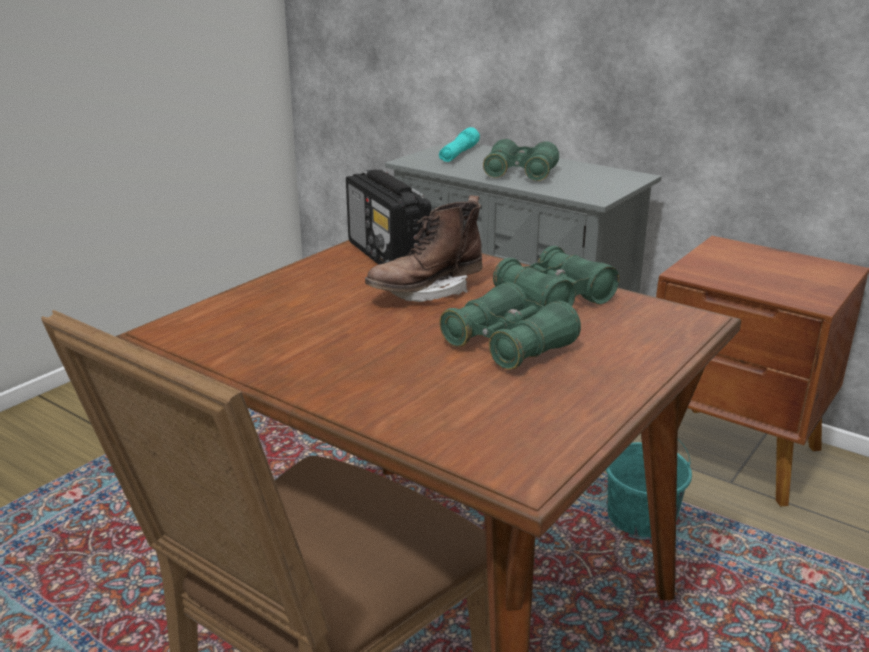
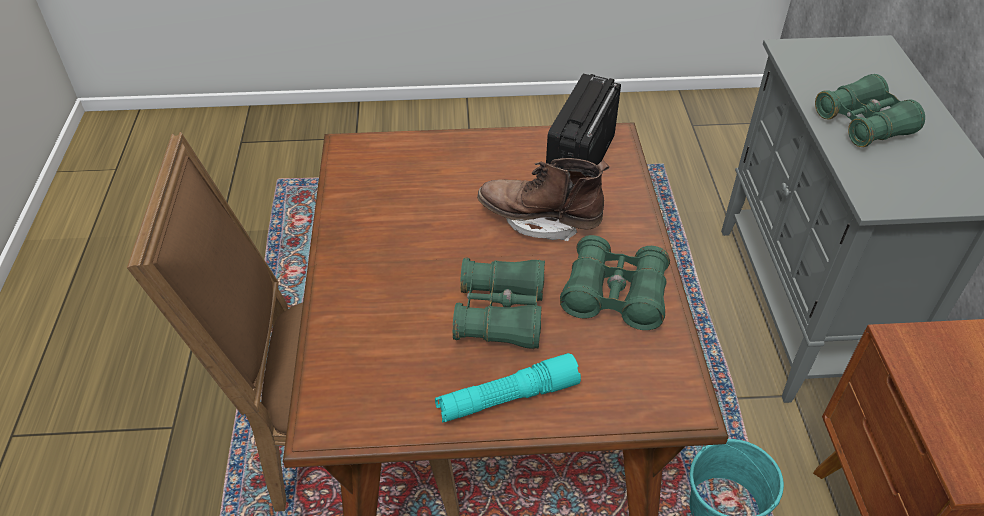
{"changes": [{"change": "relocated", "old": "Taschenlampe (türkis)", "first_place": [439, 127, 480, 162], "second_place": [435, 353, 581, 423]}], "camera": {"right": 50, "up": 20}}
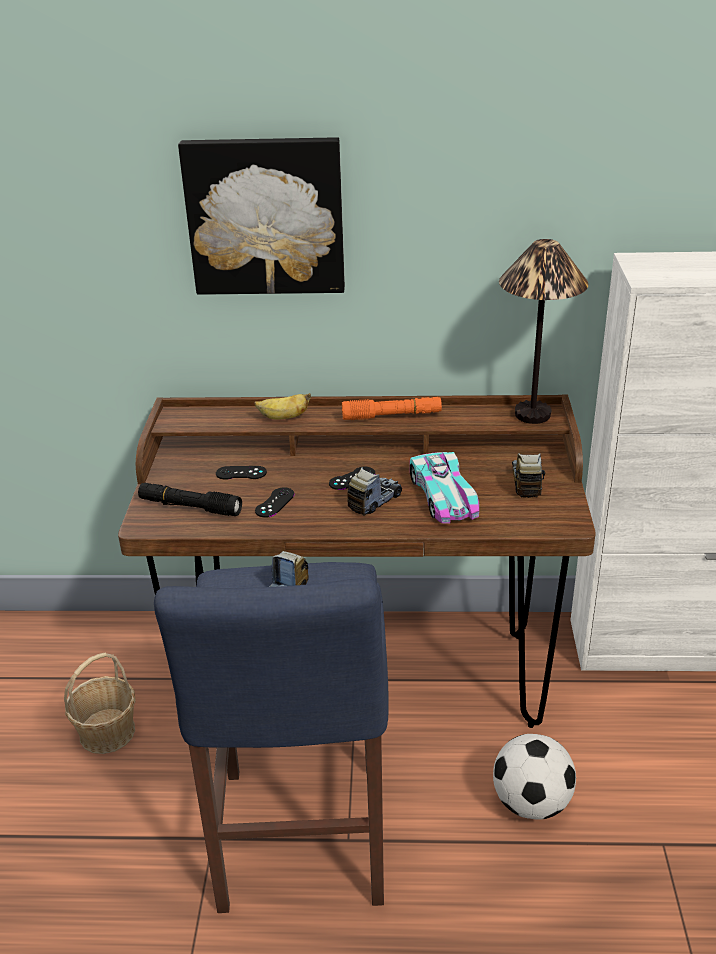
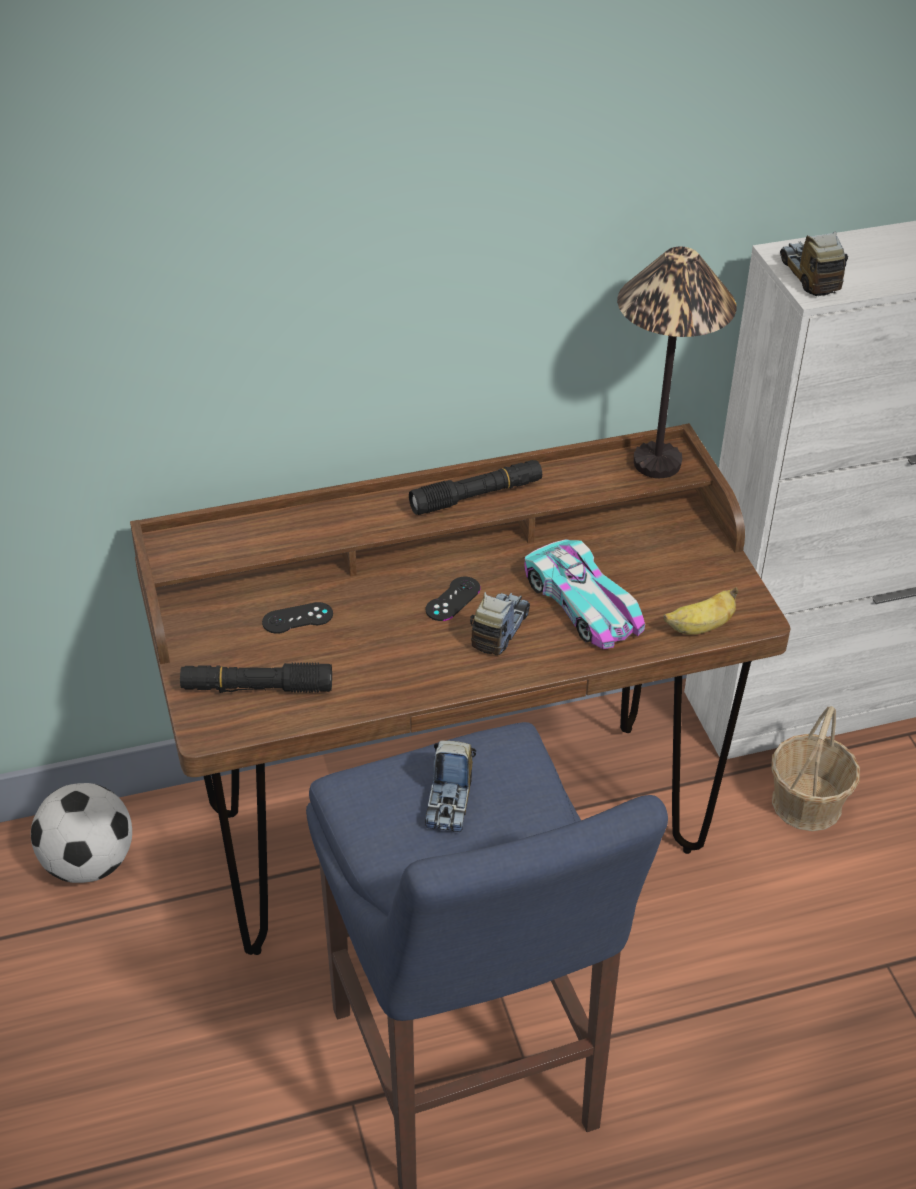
{"changes": [{"change": "missing", "old": "Bild", "first_place": [178, 137, 345, 295]}, {"change": "missing", "old": "Gamepad (schwarz)", "first_place": [255, 487, 295, 518]}, {"change": "relocated", "old": "Korb", "first_place": [64, 653, 136, 754], "second_place": [771, 706, 860, 831]}, {"change": "relocated", "old": "Banane", "first_place": [254, 393, 311, 420], "second_place": [663, 587, 738, 635]}, {"change": "relocated", "old": "Fußball", "first_place": [493, 734, 576, 820], "second_place": [31, 783, 132, 883]}, {"change": "relocated", "old": "Spielzeuglaster", "first_place": [512, 453, 545, 498], "second_place": [780, 231, 848, 296]}, {"change": "colour", "old": "Taschenlampe (orange)", "new": "Taschenlampe (schwarz)", "first_place": [342, 397, 442, 420], "second_place": [409, 460, 542, 515]}], "camera": {"right": -20, "up": 10}}
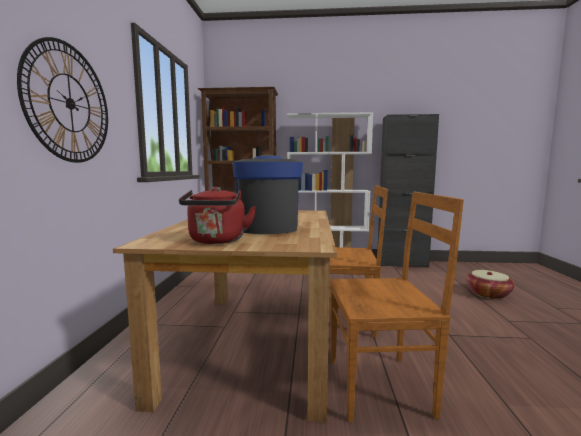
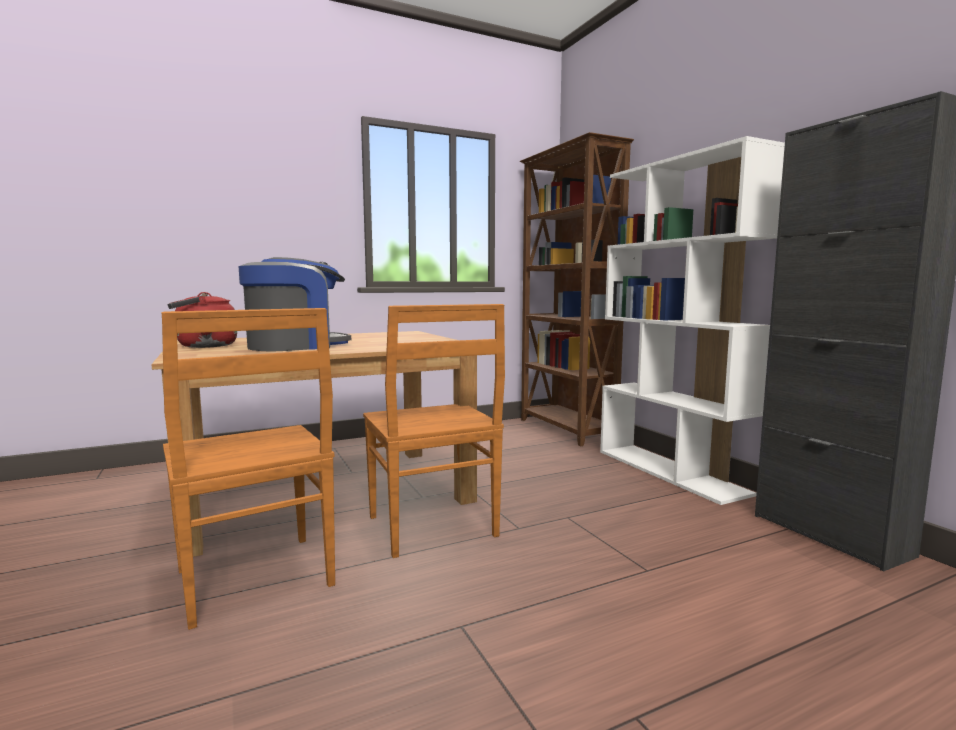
{"changes": [{"change": "missing", "old": "Wanduhr", "first_place": [17, 37, 108, 163]}, {"change": "missing", "old": "Korb", "first_place": [466, 270, 515, 299]}], "camera": {"right": 60, "up": 0}}
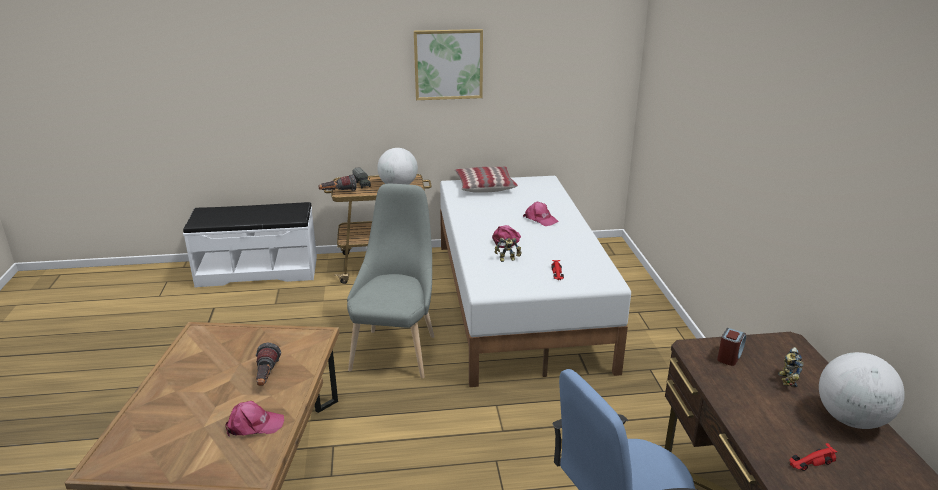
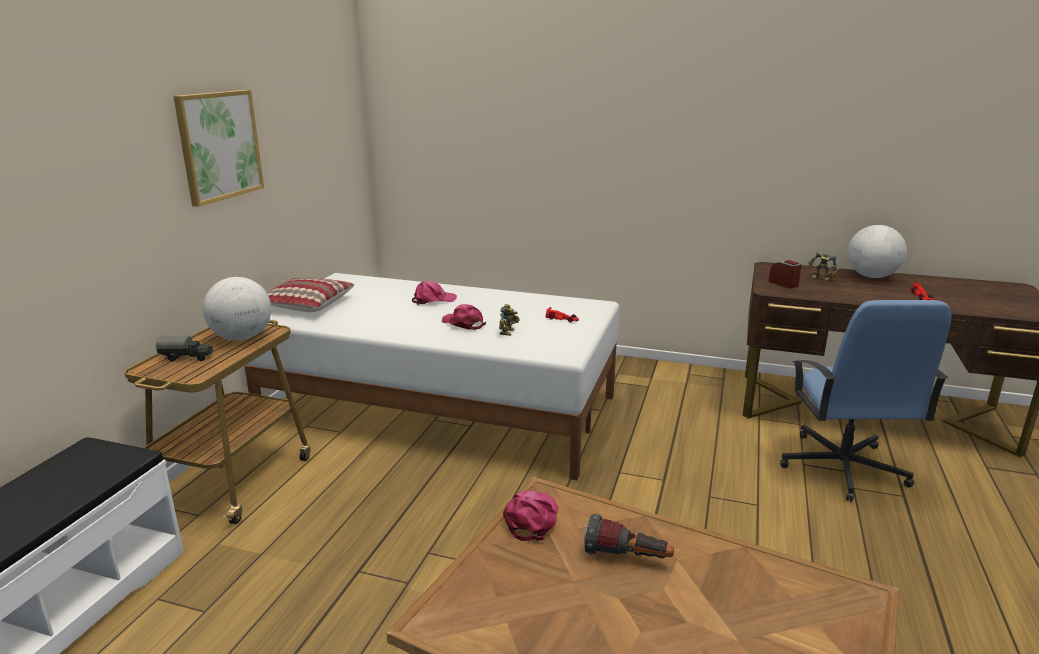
{"changes": [{"change": "missing", "old": "Taschenlampe", "first_place": [318, 174, 357, 191]}, {"change": "missing", "old": "Stuhl (grau)", "first_place": [347, 184, 435, 378]}, {"change": "relocated", "old": "Kappe (rosa)", "first_place": [225, 401, 284, 437], "second_place": [503, 490, 558, 541]}], "camera": {"right": -65, "up": -5}}
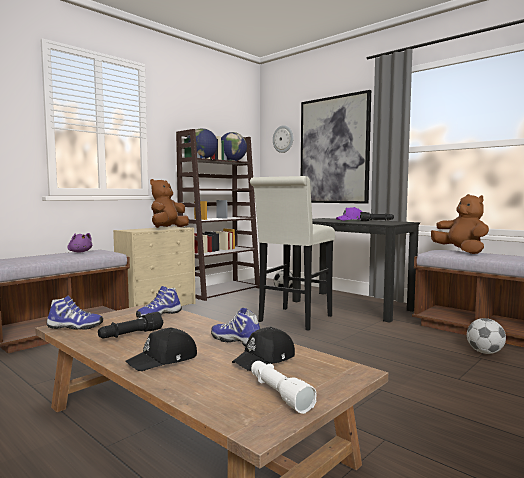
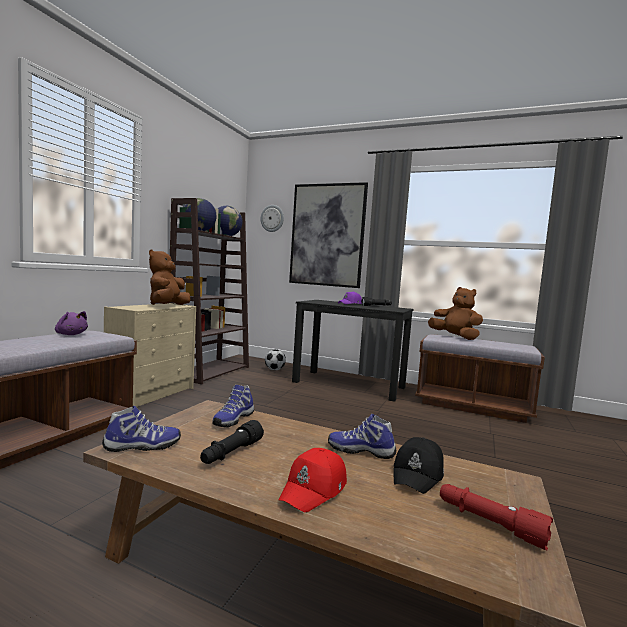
{"changes": [{"change": "missing", "old": "Hocker (weiß)", "first_place": [250, 176, 335, 331]}, {"change": "missing", "old": "Fußball", "first_place": [467, 318, 506, 354]}, {"change": "colour", "old": "Kappe (schwarz)", "new": "Kappe (rot)", "first_place": [125, 327, 197, 371], "second_place": [278, 448, 347, 512]}, {"change": "colour", "old": "Taschenlampe (weiß)", "new": "Taschenlampe (rot)", "first_place": [251, 361, 316, 414], "second_place": [440, 484, 553, 550]}], "camera": {"right": -20, "up": 0}}
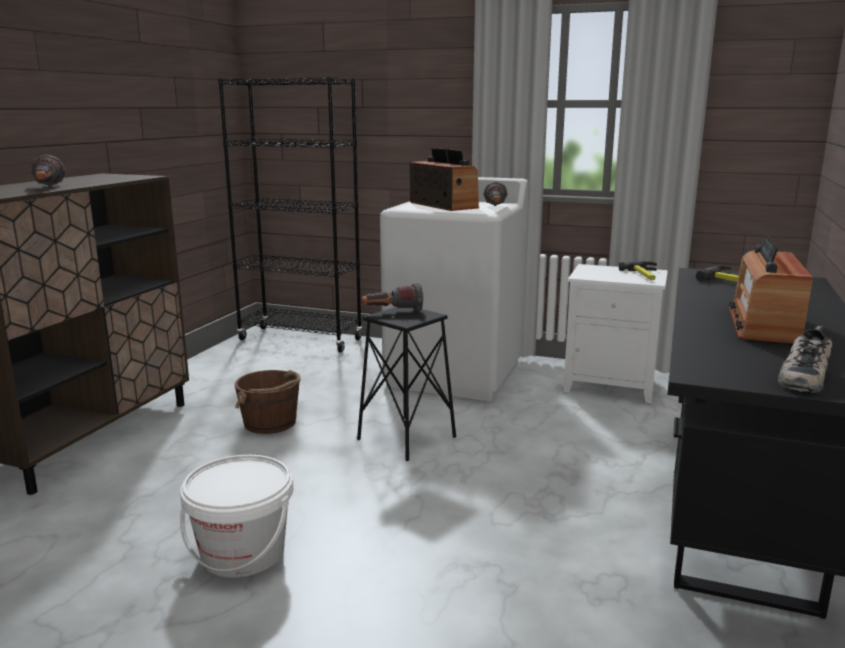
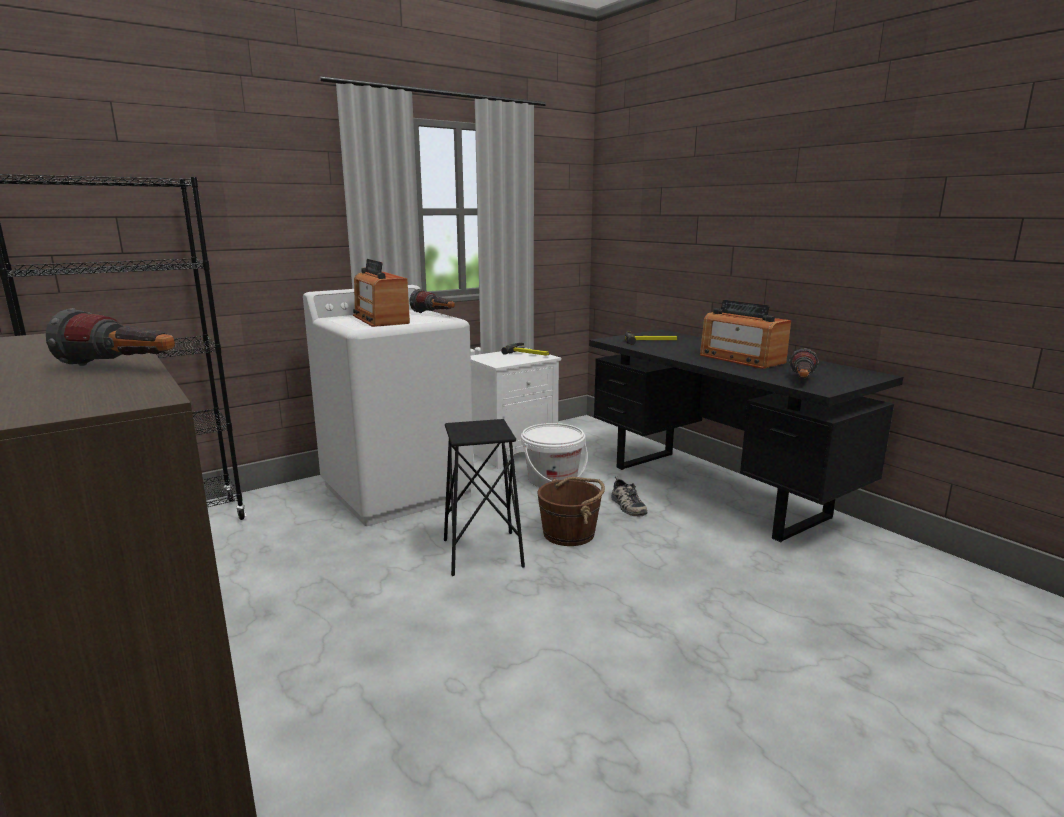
{"changes": [{"change": "relocated", "old": "Eimer (weiß)", "first_place": [180, 455, 293, 578], "second_place": [521, 423, 588, 487]}, {"change": "relocated", "old": "Eimer (braun)", "first_place": [235, 370, 301, 434], "second_place": [538, 477, 605, 546]}, {"change": "relocated", "old": "Taschenlampe", "first_place": [361, 283, 424, 311], "second_place": [789, 348, 819, 378]}, {"change": "relocated", "old": "Schuh", "first_place": [777, 326, 832, 393], "second_place": [611, 476, 647, 517]}, {"change": "spun", "old": "Radio", "first_place": [410, 148, 479, 211], "second_place": [353, 259, 410, 327], "degrees": -120}], "camera": {"right": -55, "up": 0}}
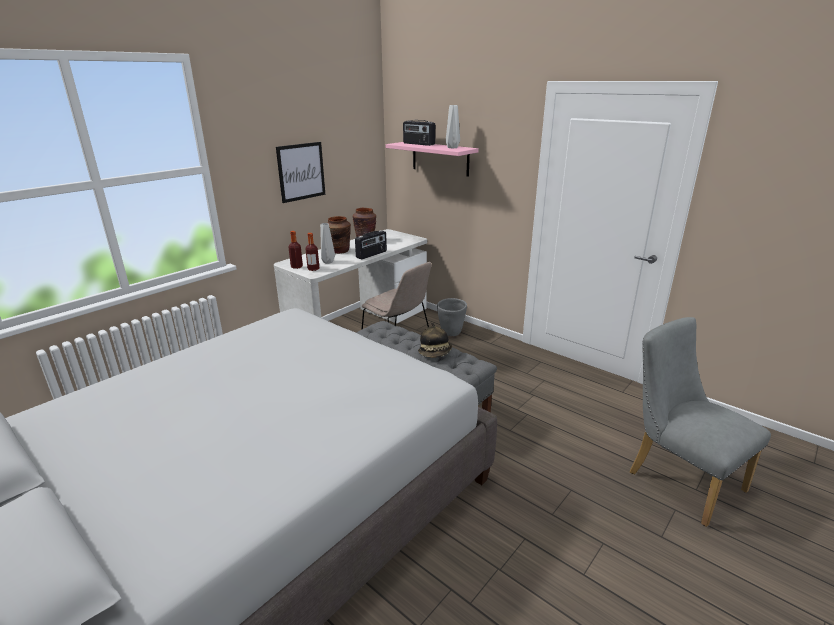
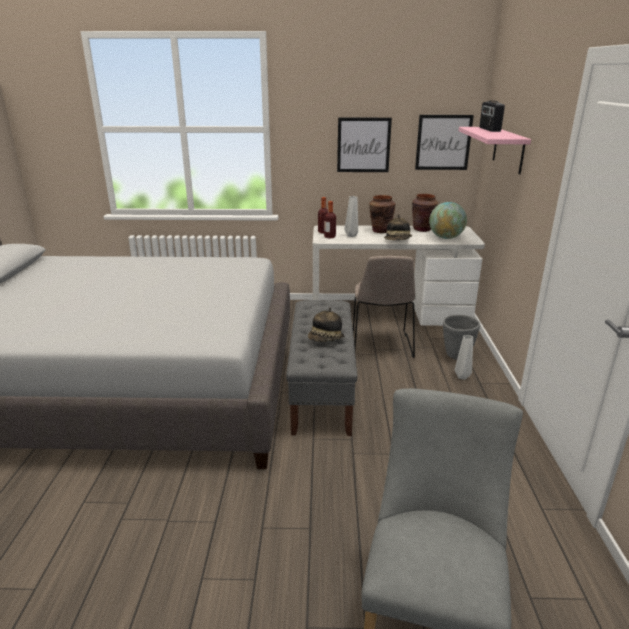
{"changes": [{"change": "appeared", "new": "Bild", "second_place": [415, 115, 474, 170]}, {"change": "appeared", "new": "Globus", "second_place": [429, 202, 467, 239]}, {"change": "relocated", "old": "Vase (grau)", "first_place": [446, 105, 460, 148], "second_place": [455, 335, 473, 380]}, {"change": "exchanged", "old": "Radio", "new": "Hut", "first_place": [355, 230, 387, 259], "second_place": [384, 214, 413, 240]}], "camera": {"right": 50, "up": 0}}
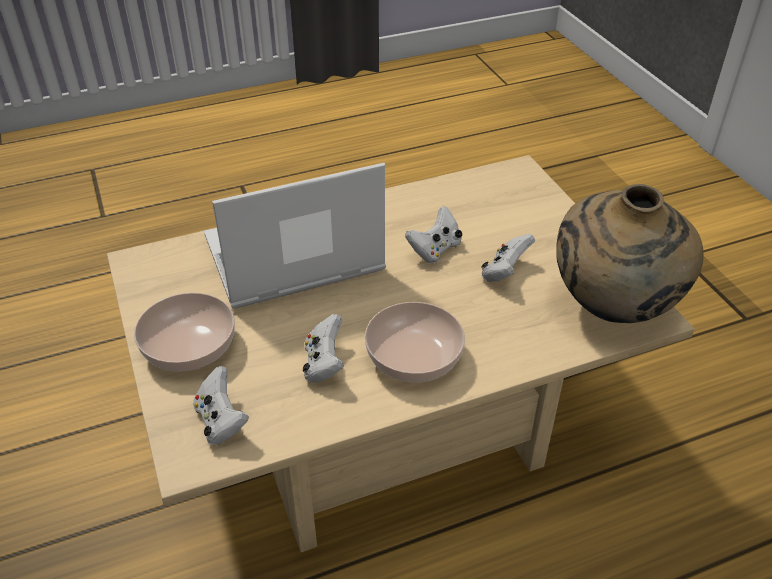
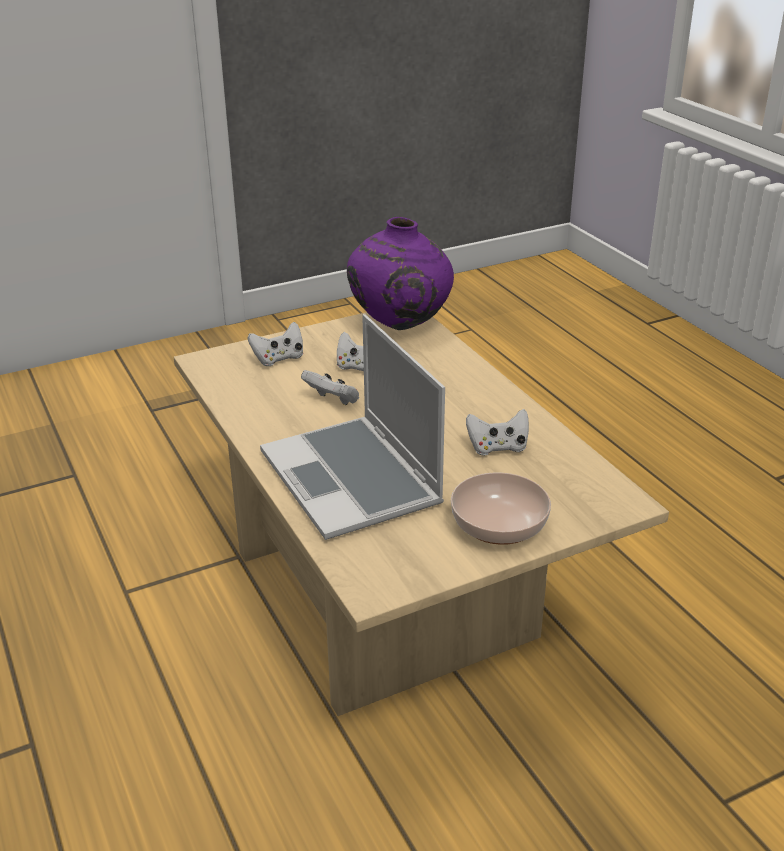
{"changes": [{"change": "missing", "old": "Schüssel", "first_place": [365, 302, 465, 382]}, {"change": "relocated", "old": "Gamepad (weiß)", "first_place": [193, 366, 249, 445], "second_place": [247, 322, 303, 366]}, {"change": "colour", "old": "Vase (beige)", "new": "Vase (lila)", "first_place": [556, 184, 704, 323], "second_place": [347, 217, 454, 330]}], "camera": {"right": -95, "up": -10}}
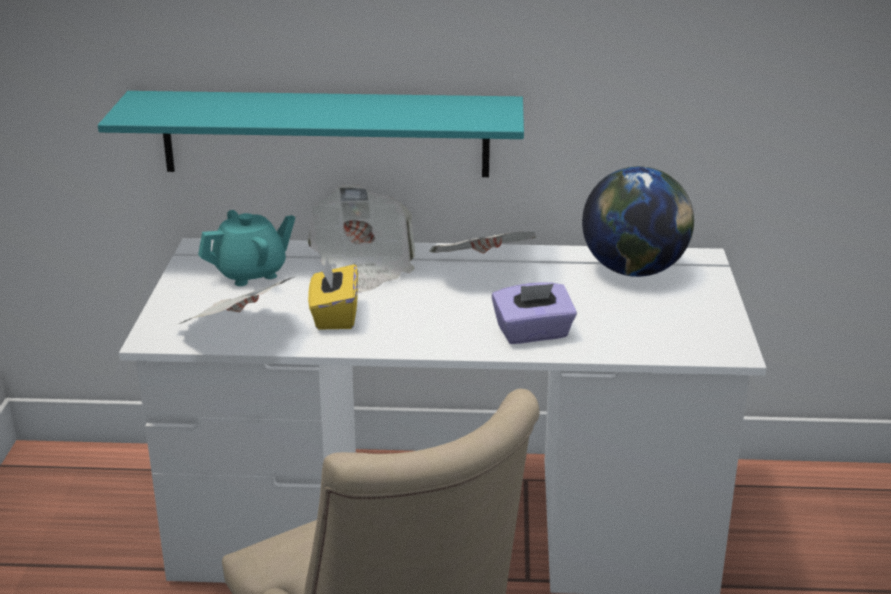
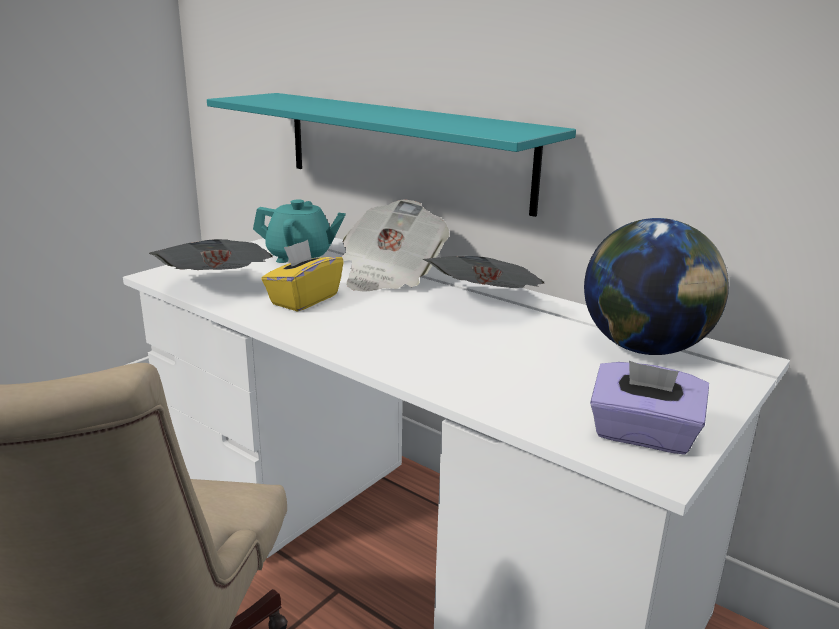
{"changes": [{"change": "relocated", "old": "Taschentuchbox (lila)", "first_place": [492, 282, 577, 344], "second_place": [590, 361, 709, 455]}], "camera": {"right": 35, "up": -5}}
